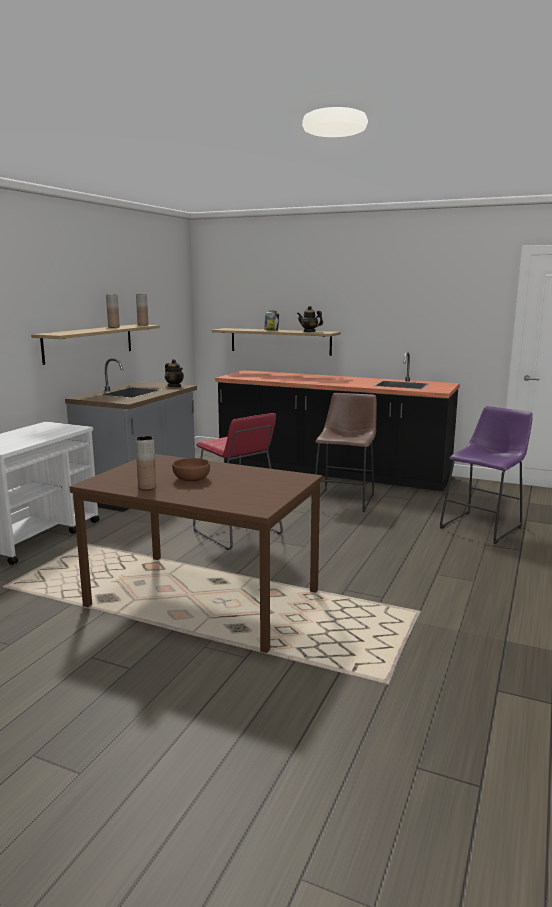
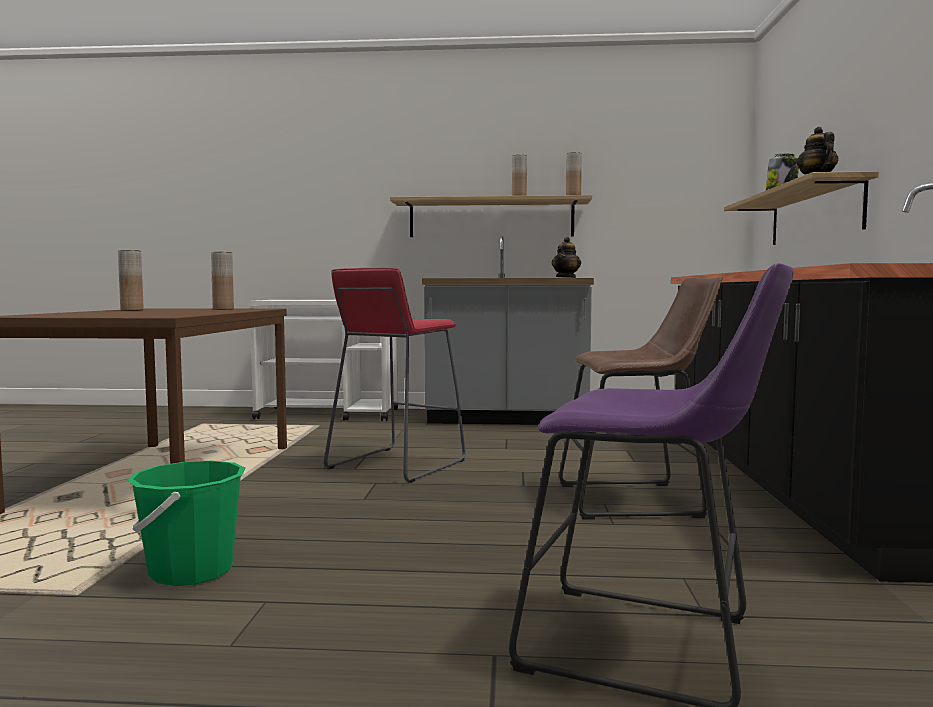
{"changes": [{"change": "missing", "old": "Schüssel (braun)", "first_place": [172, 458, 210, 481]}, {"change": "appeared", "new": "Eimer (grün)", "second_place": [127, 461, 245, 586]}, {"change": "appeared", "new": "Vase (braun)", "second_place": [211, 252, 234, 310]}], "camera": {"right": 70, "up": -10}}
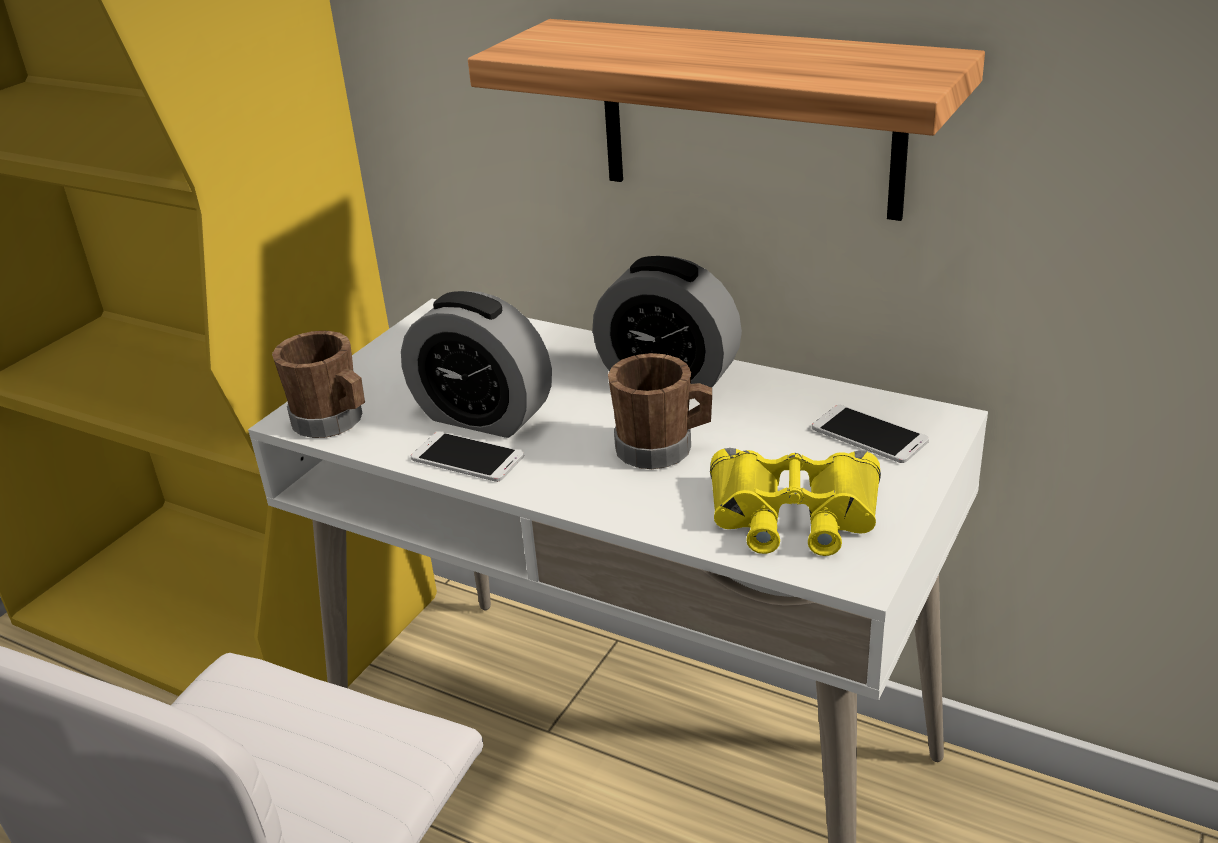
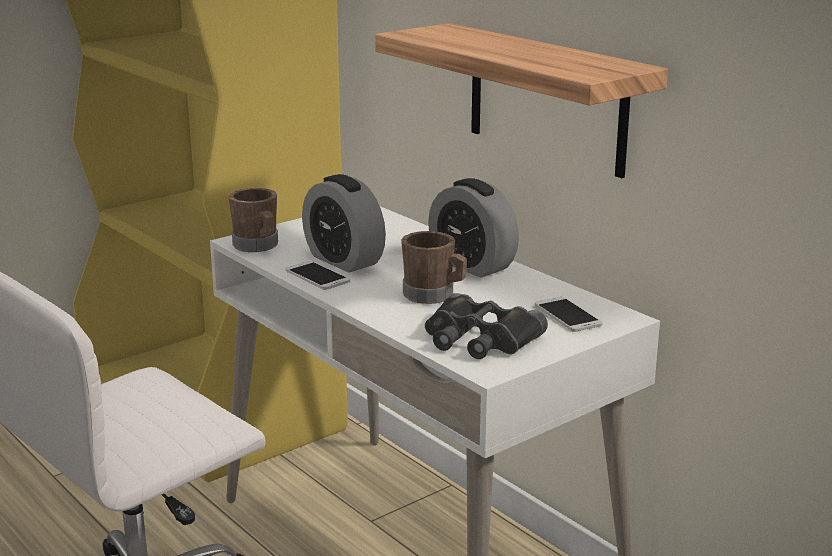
{"changes": [{"change": "colour", "old": "Fernglas (gelb)", "new": "Fernglas (schwarz)", "first_place": [710, 448, 881, 556], "second_place": [425, 293, 548, 359]}], "camera": {"right": 20, "up": -10}}
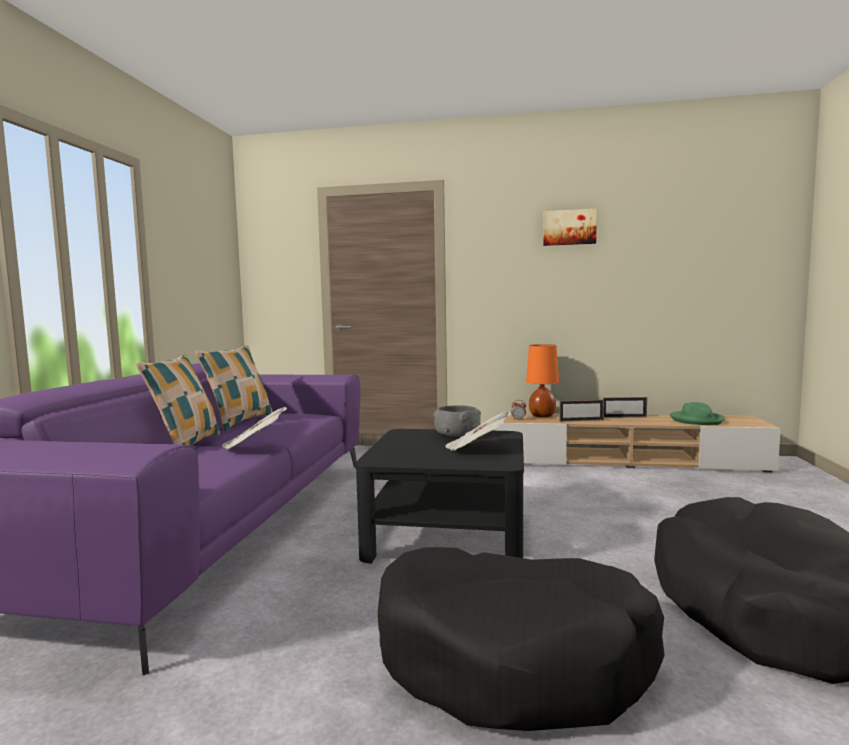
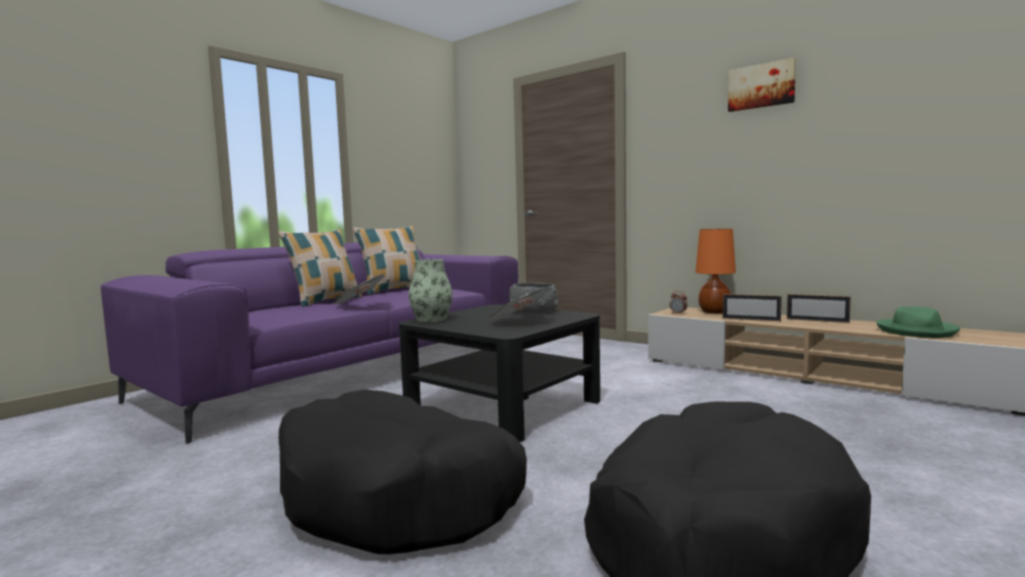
{"changes": [{"change": "appeared", "new": "Vase", "second_place": [408, 259, 453, 322]}], "camera": {"right": 30, "up": 0}}
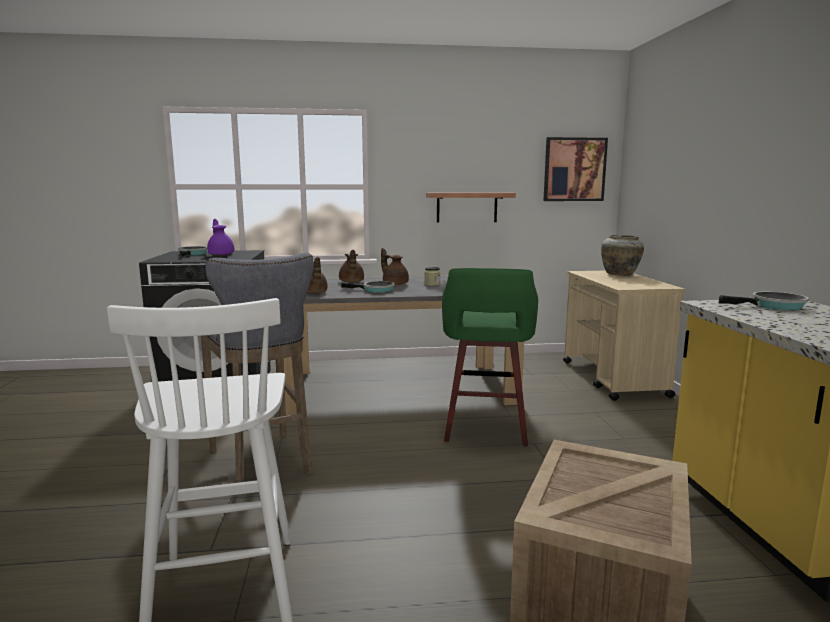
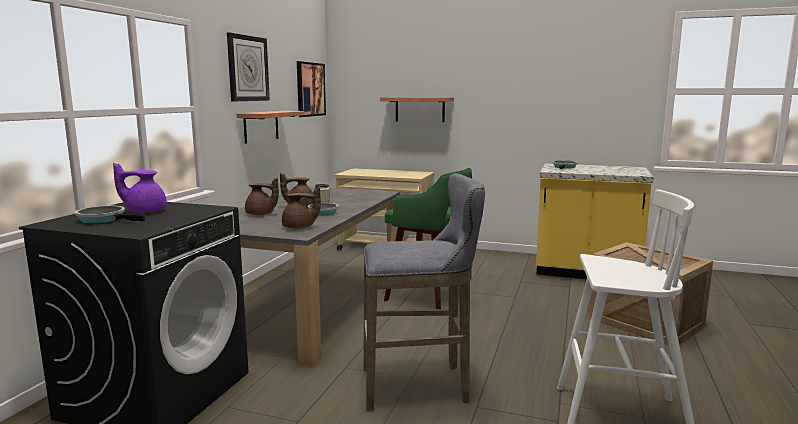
{"changes": [{"change": "missing", "old": "Vase (beige)", "first_place": [601, 235, 644, 276]}, {"change": "appeared", "new": "Wanduhr", "second_place": [227, 32, 270, 101]}, {"change": "appeared", "new": "Wandregal", "second_place": [380, 97, 454, 122]}], "camera": {"right": -65, "up": 0}}
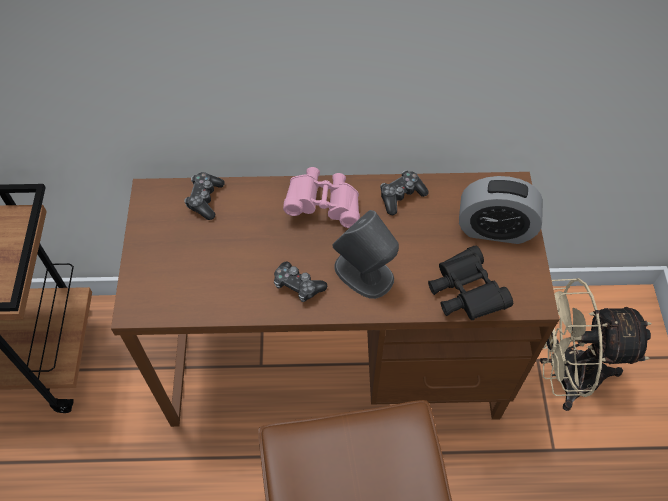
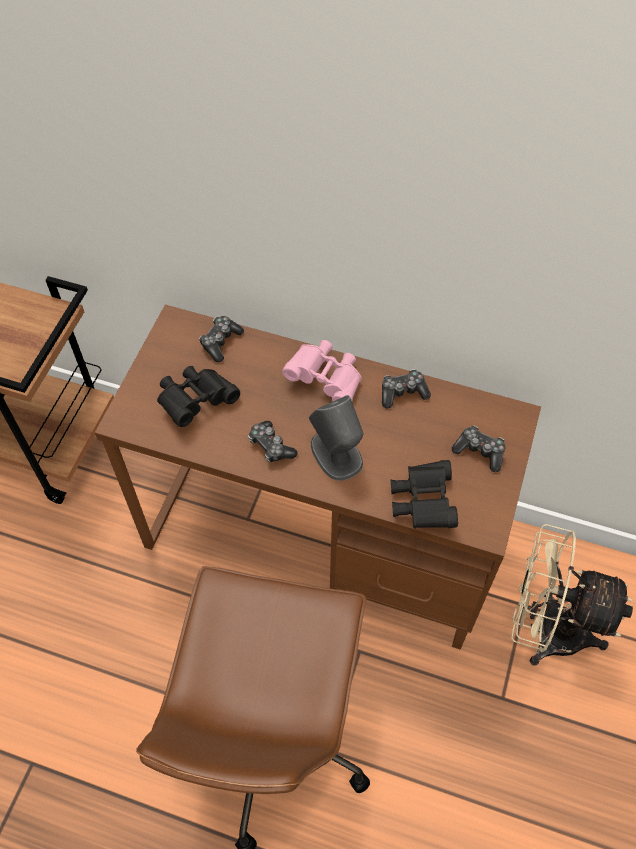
{"changes": [{"change": "appeared", "new": "Fernglas (schwarz)", "second_place": [157, 366, 240, 427]}, {"change": "exchanged", "old": "Wecker", "new": "Gamepad", "first_place": [459, 176, 543, 244], "second_place": [452, 425, 506, 472]}], "camera": {"right": 20, "up": 0}}
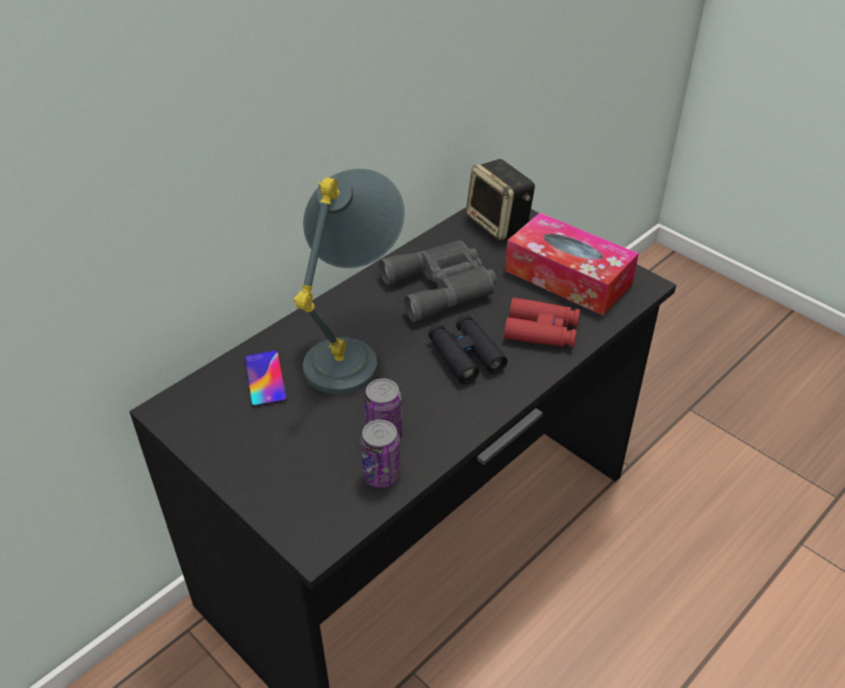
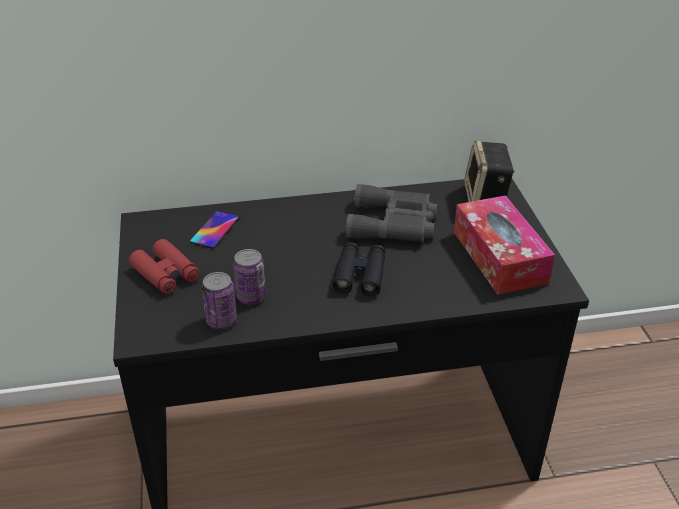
{"changes": [{"change": "missing", "old": "Tischlampe (grau)", "first_place": [293, 169, 405, 394]}, {"change": "relocated", "old": "Fernglas (rot)", "first_place": [504, 297, 580, 347], "second_place": [129, 239, 200, 294]}], "camera": {"right": 35, "up": -5}}
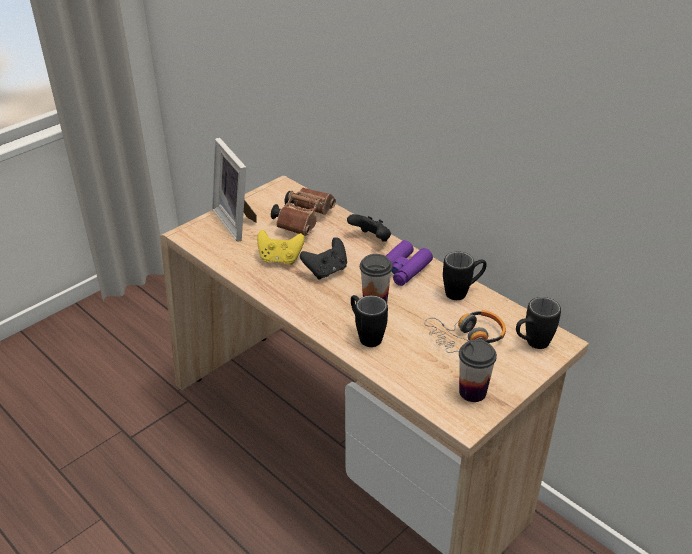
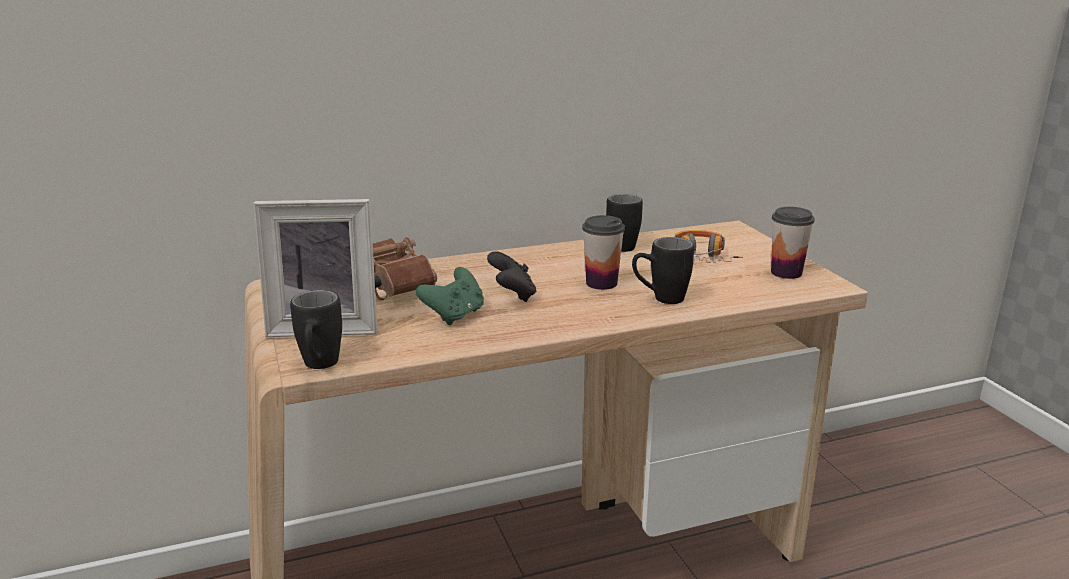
{"changes": [{"change": "missing", "old": "Gamepad (schwarz)", "first_place": [347, 214, 391, 242]}, {"change": "missing", "old": "Fernglas (lila)", "first_place": [386, 240, 433, 286]}, {"change": "relocated", "old": "Henkelbecher (schwarz)", "first_place": [516, 297, 561, 349], "second_place": [290, 290, 342, 369]}, {"change": "colour", "old": "Gamepad (gelb)", "new": "Gamepad (grün)", "first_place": [257, 230, 305, 265], "second_place": [416, 267, 484, 325]}], "camera": {"right": -65, "up": -15}}
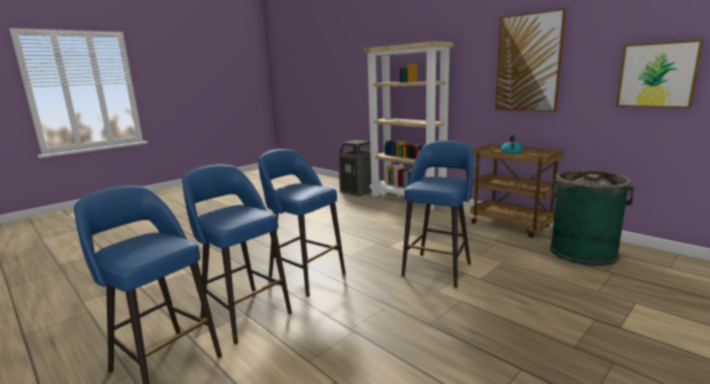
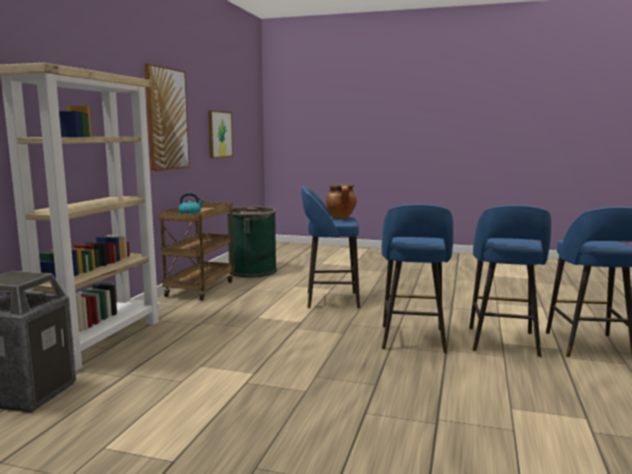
{"changes": [{"change": "appeared", "new": "Kochtopf", "second_place": [326, 184, 357, 219]}], "camera": {"right": -120, "up": -5}}
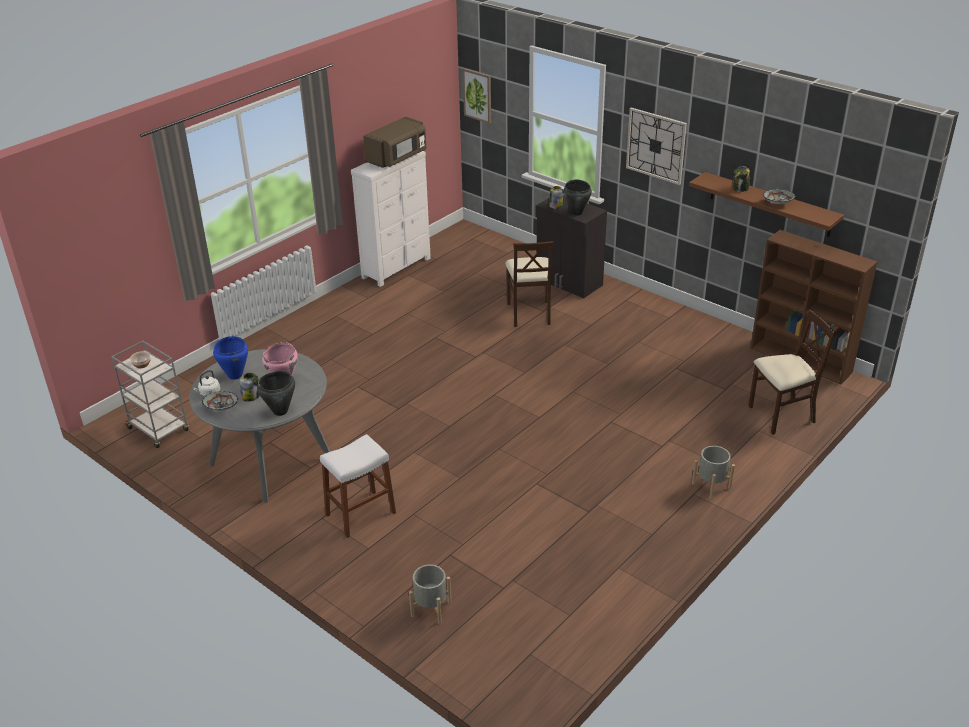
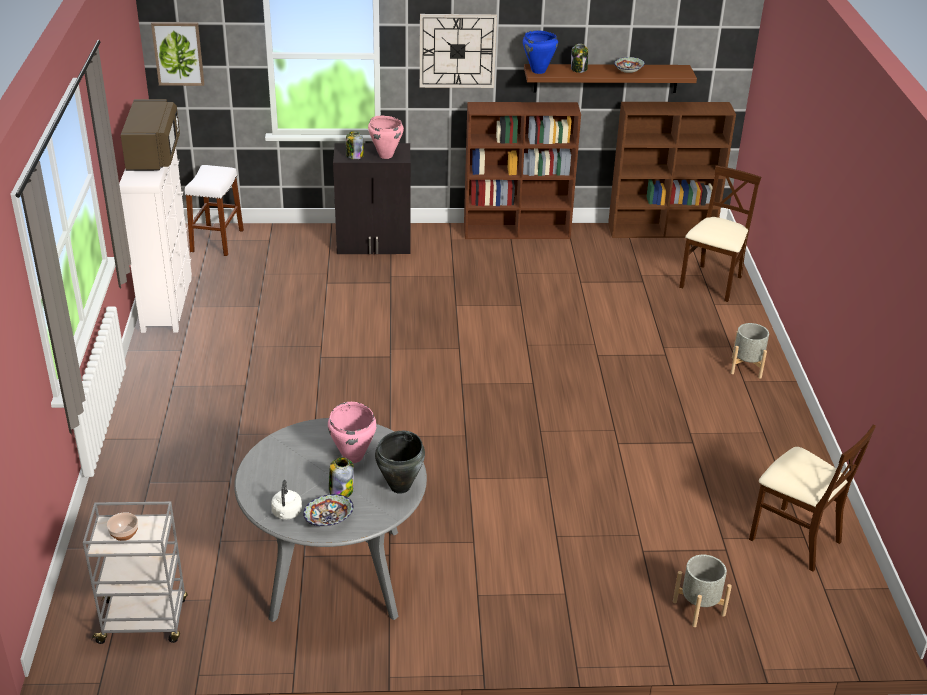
{"changes": [{"change": "appeared", "new": "Bücherregal (braun)", "second_place": [464, 102, 581, 239]}, {"change": "relocated", "old": "Kochtopf (blau)", "first_place": [213, 336, 248, 380], "second_place": [523, 30, 558, 74]}, {"change": "relocated", "old": "Hocker (weiß)", "first_place": [320, 434, 396, 538], "second_place": [185, 165, 244, 256]}, {"change": "relocated", "old": "Stuhl (beige)", "first_place": [505, 241, 554, 327], "second_place": [749, 424, 876, 572]}, {"change": "colour", "old": "Kochtopf (schwarz)", "new": "Kochtopf (rosa)", "first_place": [564, 179, 592, 216], "second_place": [368, 116, 404, 159]}], "camera": {"right": -45, "up": 0}}
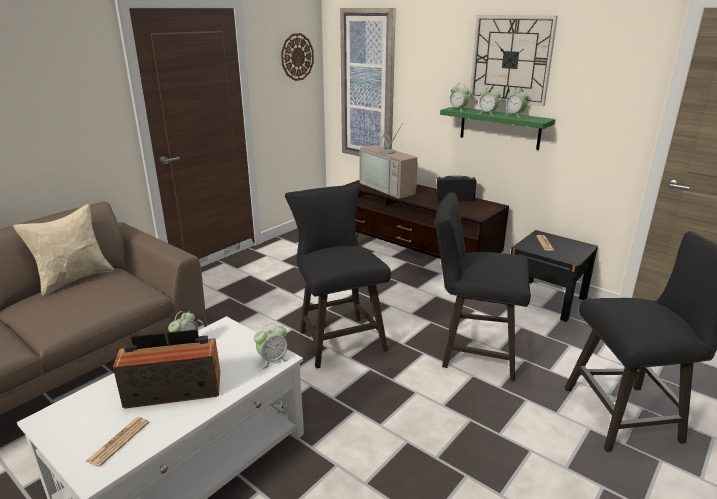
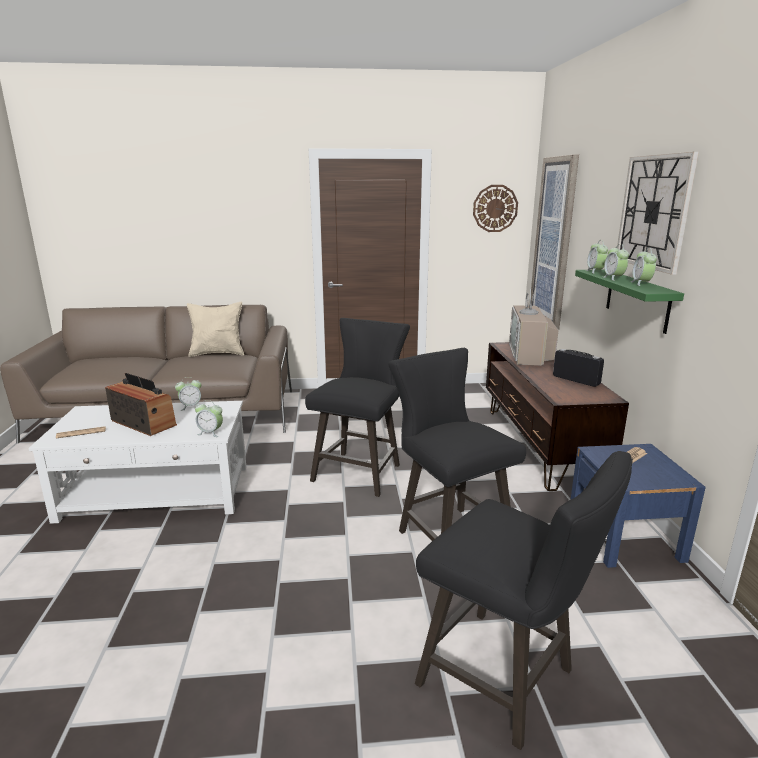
{"changes": [{"change": "colour", "old": "Nachttisch (schwarz)", "new": "Nachttisch (blau)", "first_place": [511, 230, 598, 322], "second_place": [571, 444, 706, 568]}], "camera": {"right": 45, "up": -5}}
